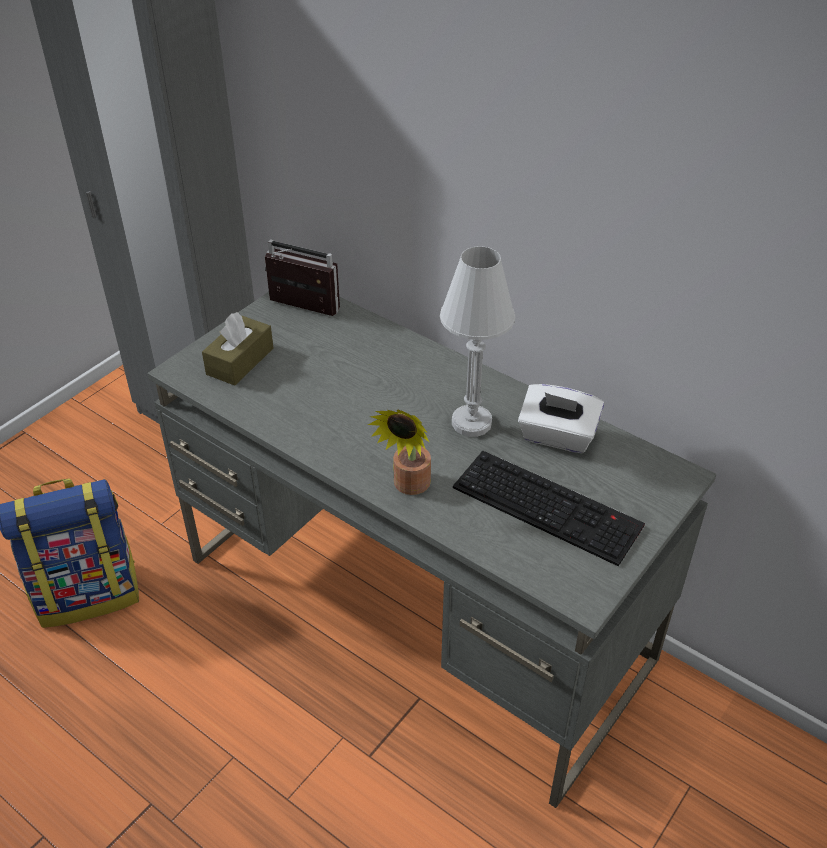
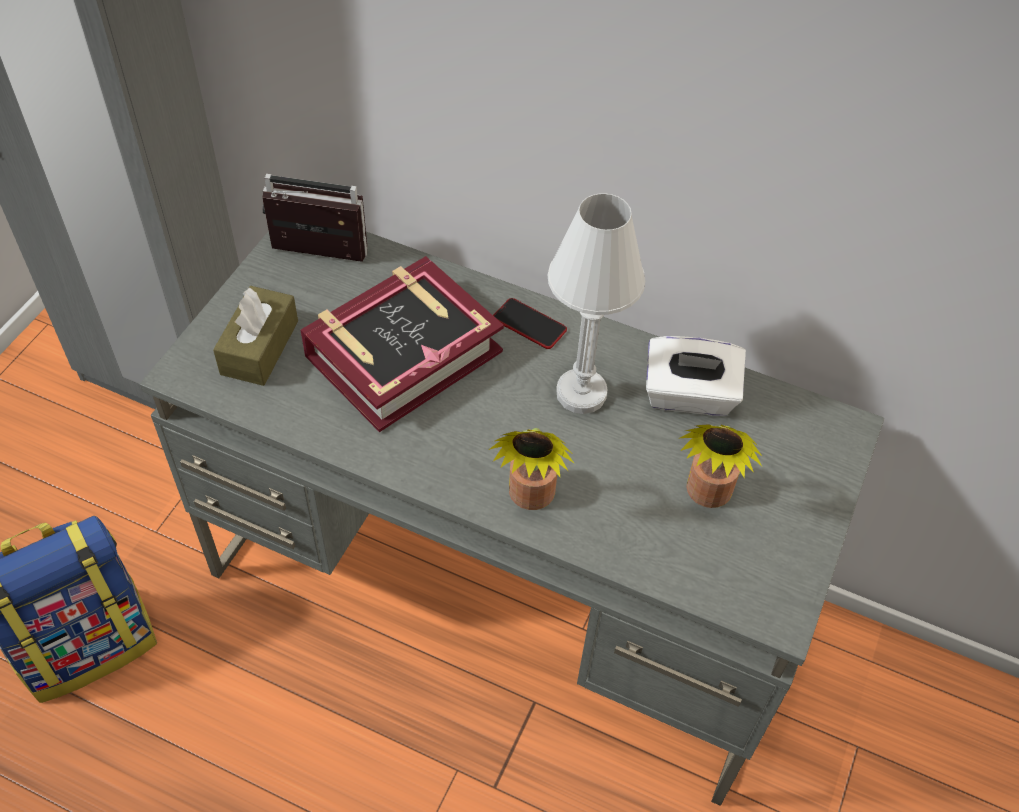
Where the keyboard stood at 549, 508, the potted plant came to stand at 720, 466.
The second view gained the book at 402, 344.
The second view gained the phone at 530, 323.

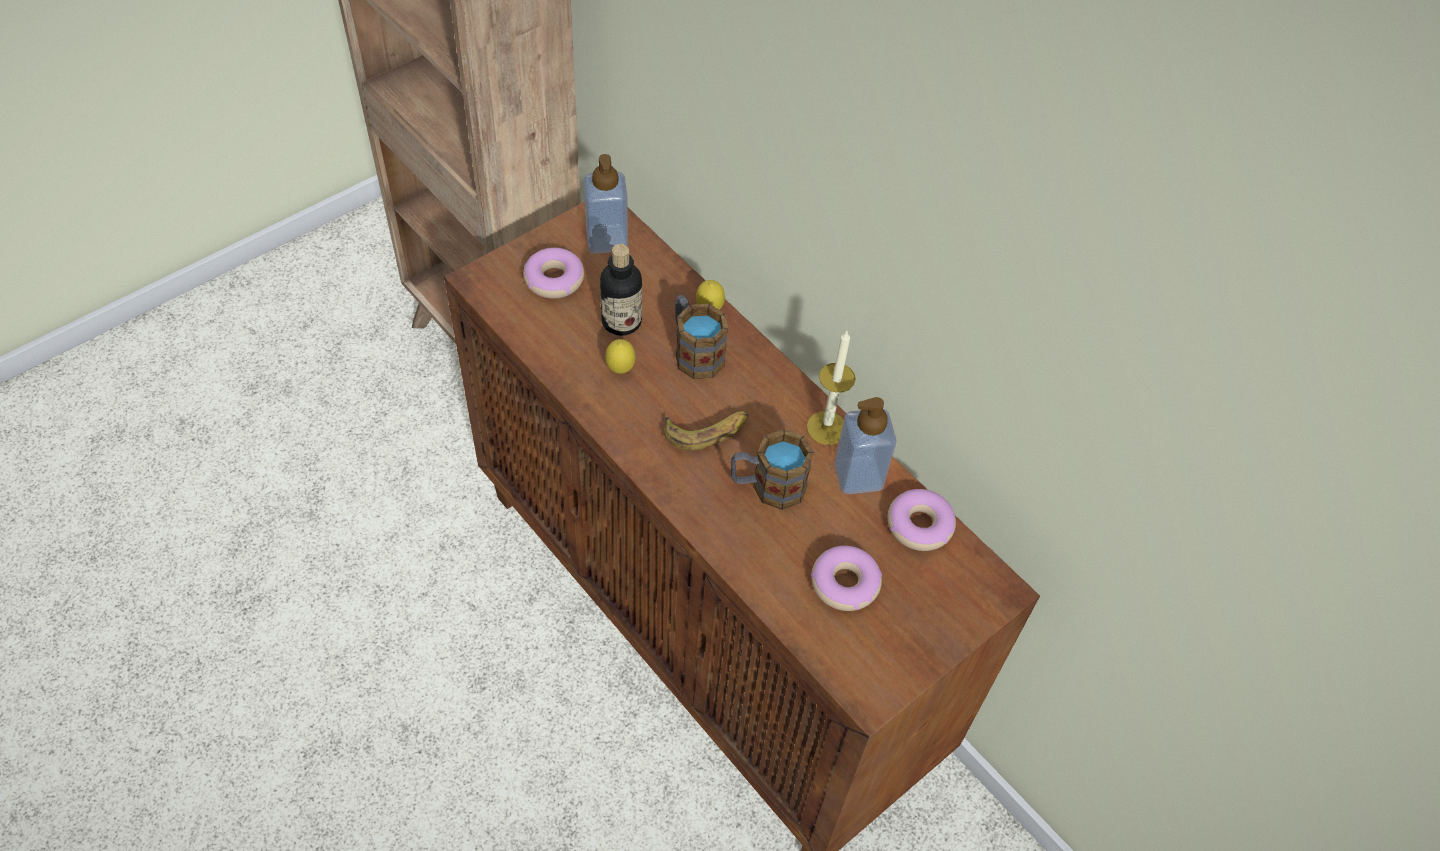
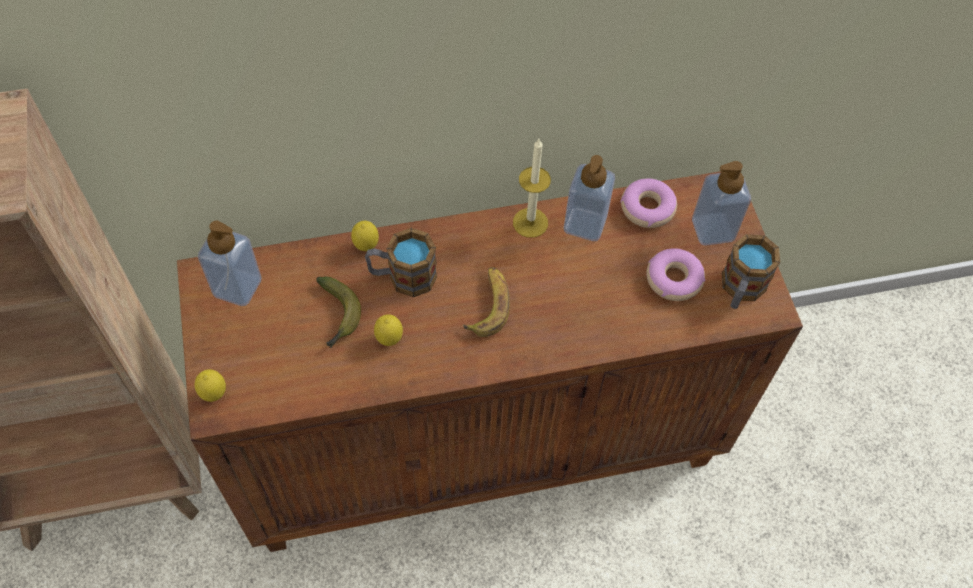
Where the bottle stood at 621, 290, the banana came to stand at 338, 312.
The second view lost the donut at 553, 273.
The mug ended up elsewhere, having gone from 772, 469 to 751, 271.
The second view gained the soap dispenser at 721, 203.
The second view gained the lemon at 210, 385.

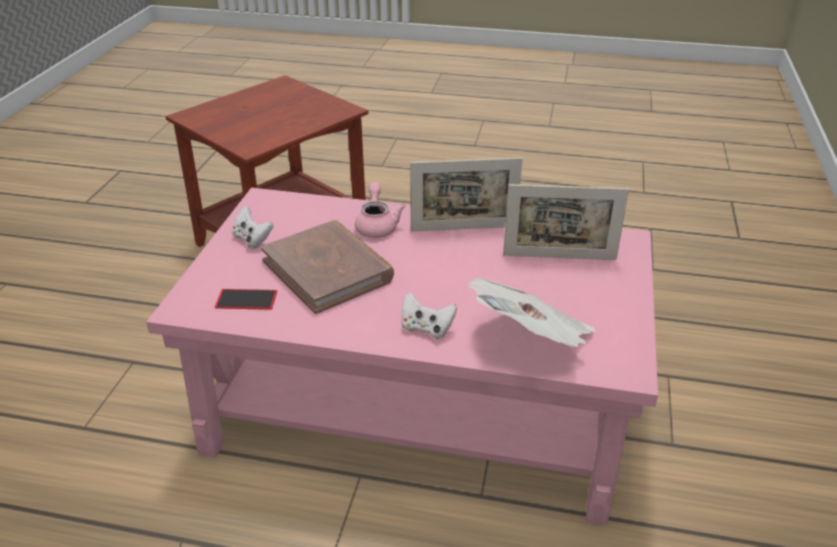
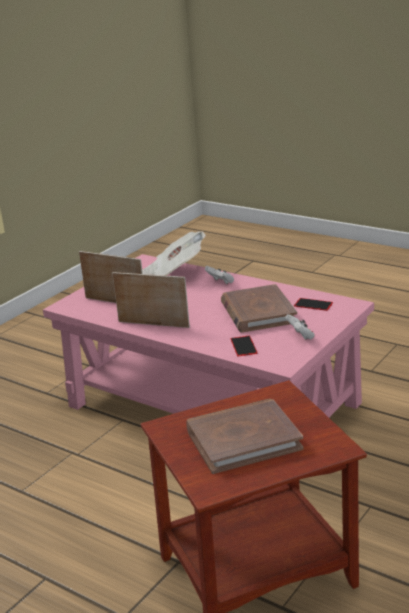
The second view lost the pink teapot at 380, 210.
The second view gained the phone at 244, 346.
The second view gained the brown book at 244, 436.

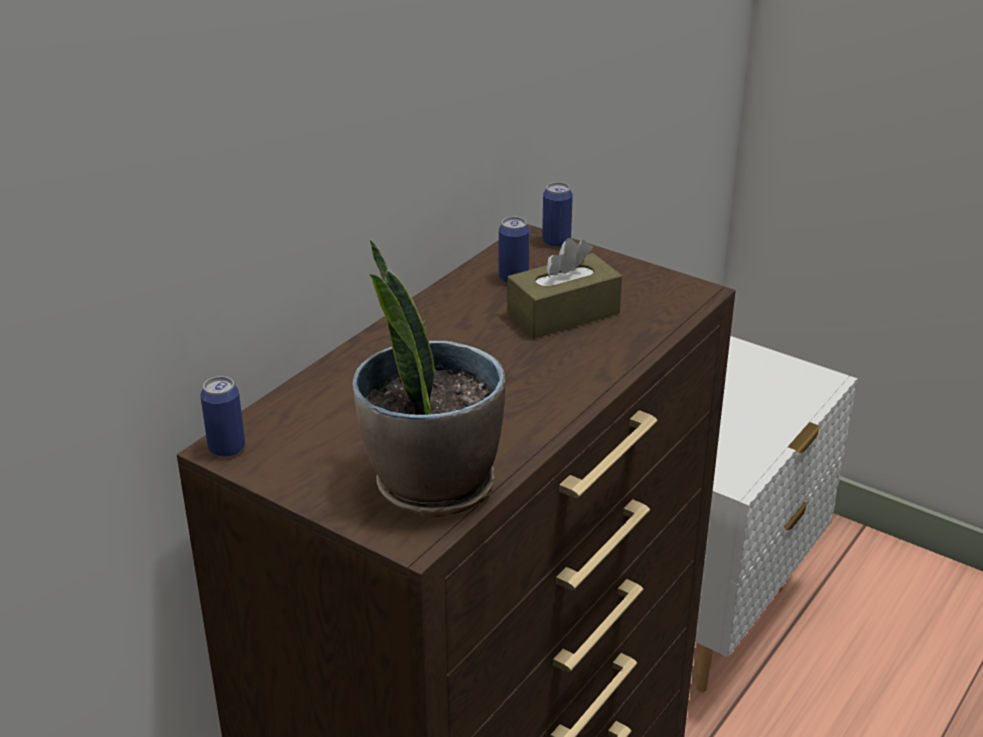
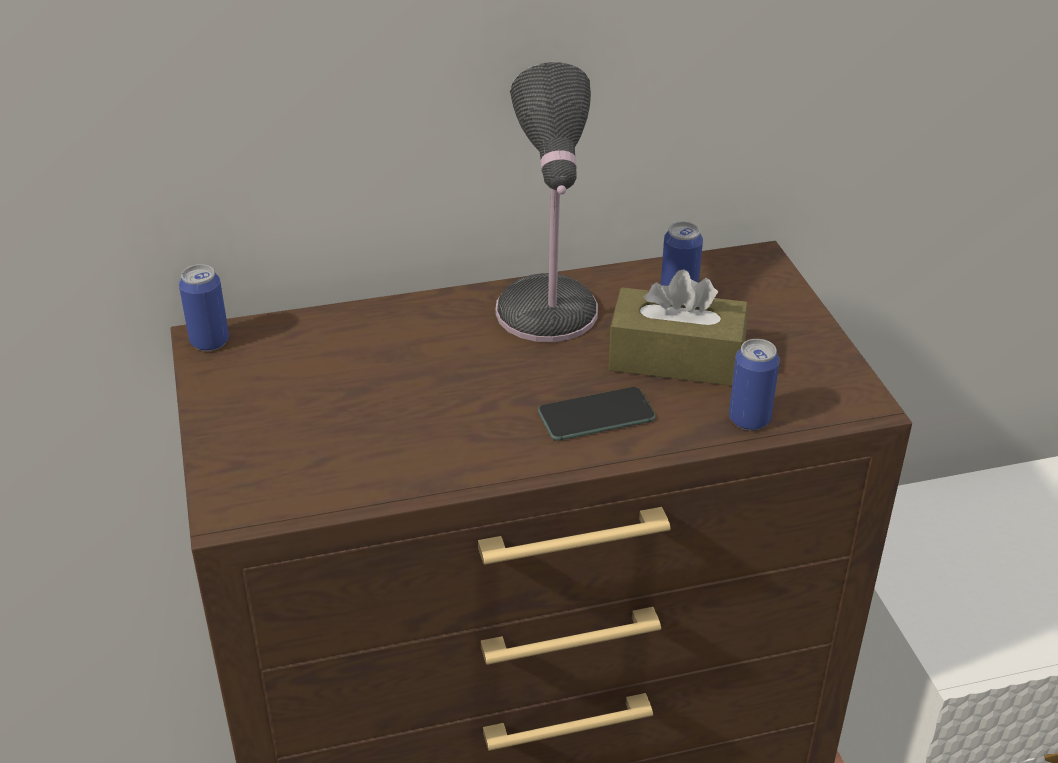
The can ended up elsewhere, having gone from 557, 214 to 754, 384.
The second view lost the potted plant at 429, 378.
The second view gained the table lamp at 546, 202.
The second view gained the phone at 597, 414.

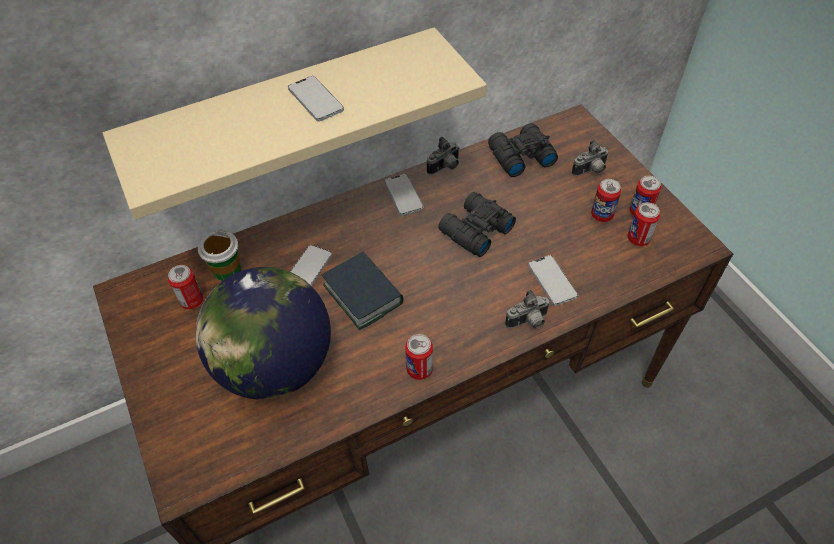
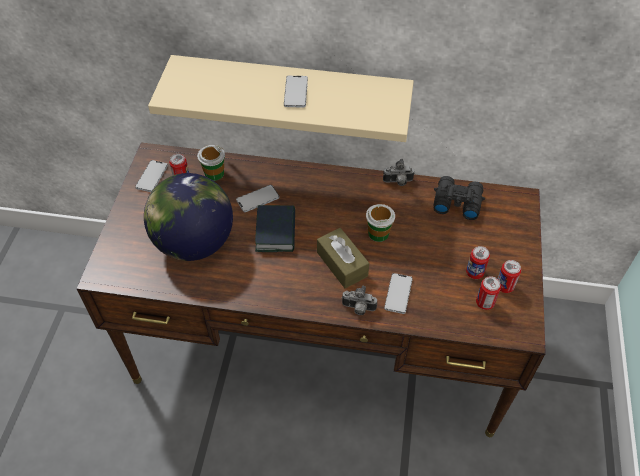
The second view lost the photo camera at 590, 158.
The phone ended up elsewhere, having gone from 403, 195 to 151, 176.
Where the black binoculars stood at 477, 224, the cup came to stand at 380, 223.
The second view lost the can at 419, 357.
The second view gained the brown tissue box at 343, 258.

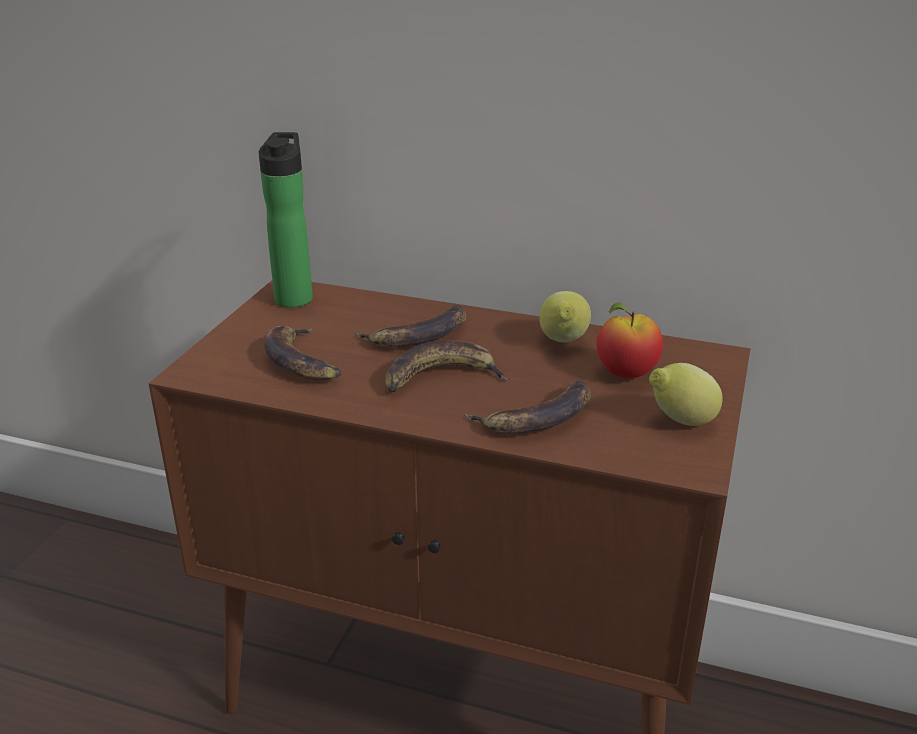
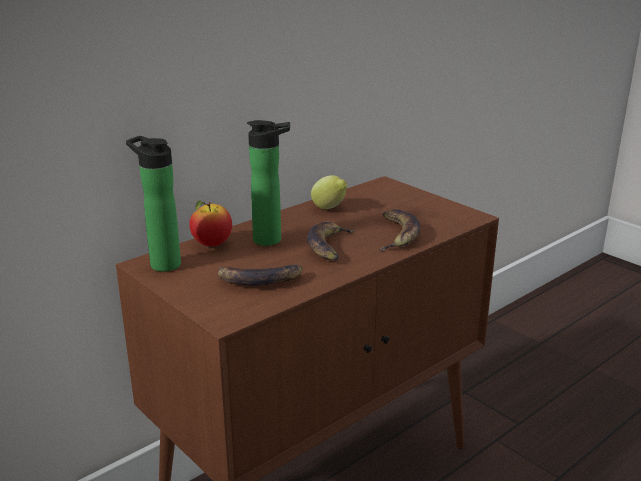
The apple ended up elsewhere, having gone from 629, 340 to 210, 223.
Where the banana stood at 411, 326, the bottle came to stand at 268, 183.
The second view lost the lemon at 686, 394.

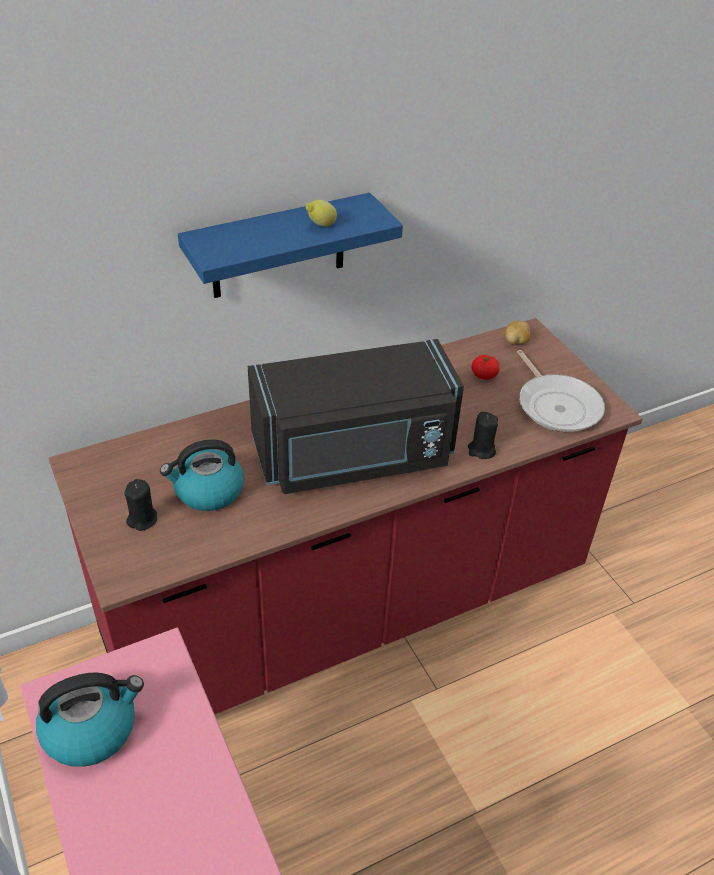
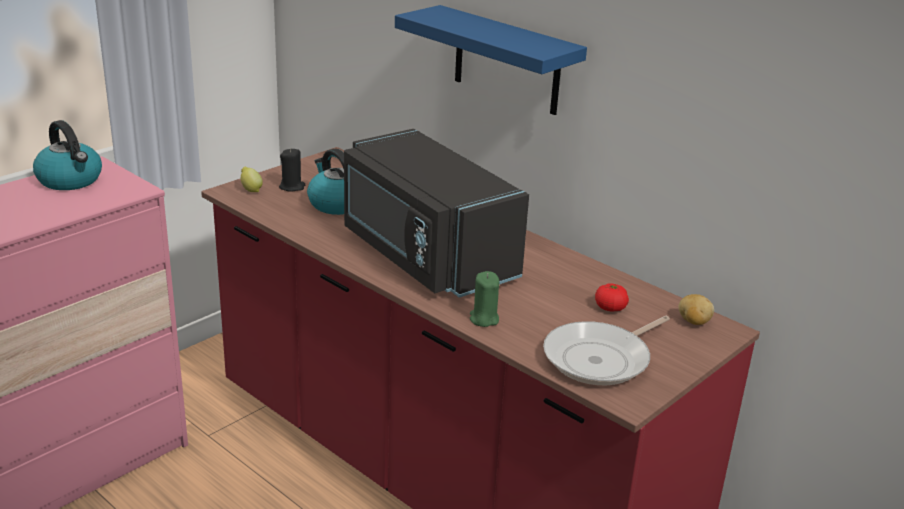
The lemon ended up elsewhere, having gone from 321, 213 to 252, 179.
What was the black candle at 483, 435 turned into the green candle at 485, 299.

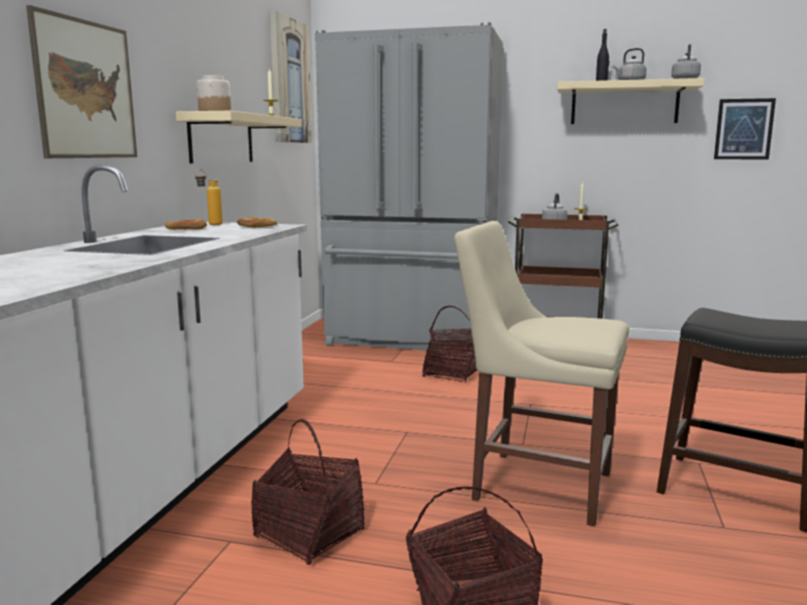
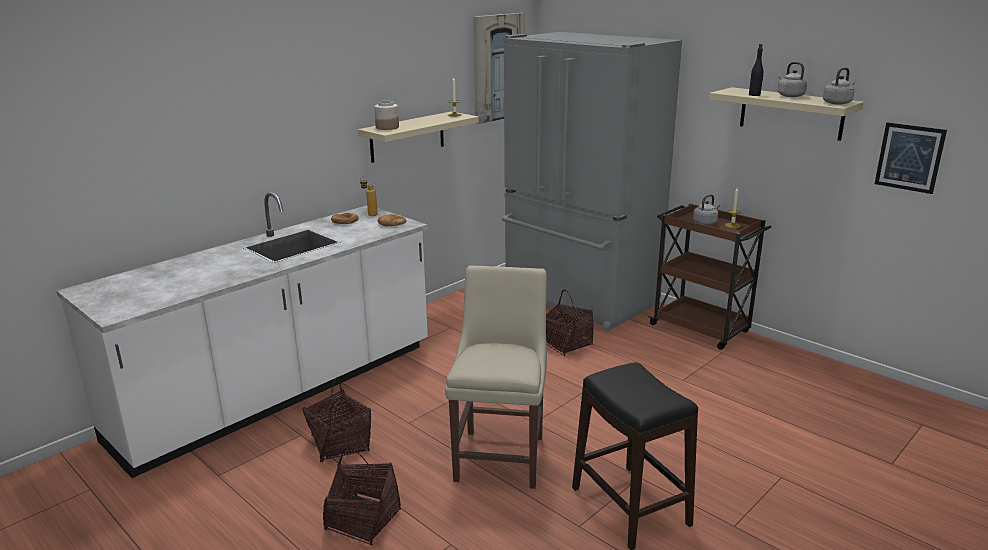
The second view lost the picture at 81, 81.
The beige chair at 541, 373 ended up facing another way, 45 degrees clockwise from before.

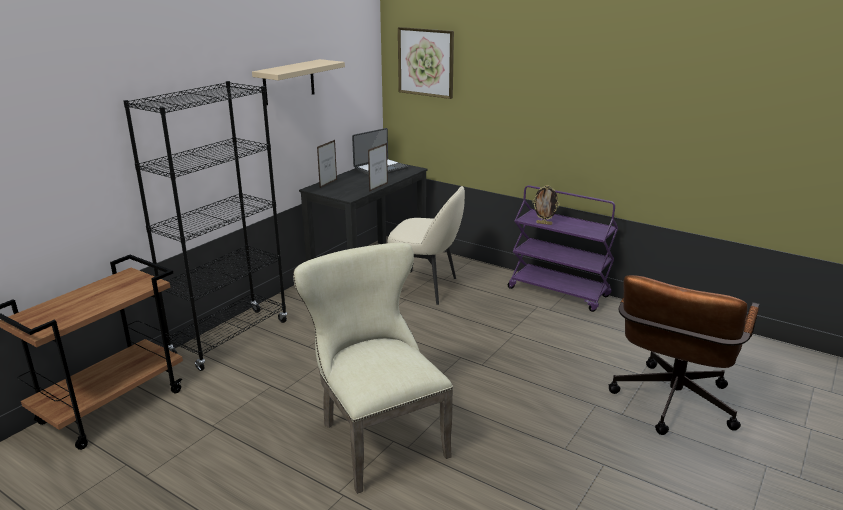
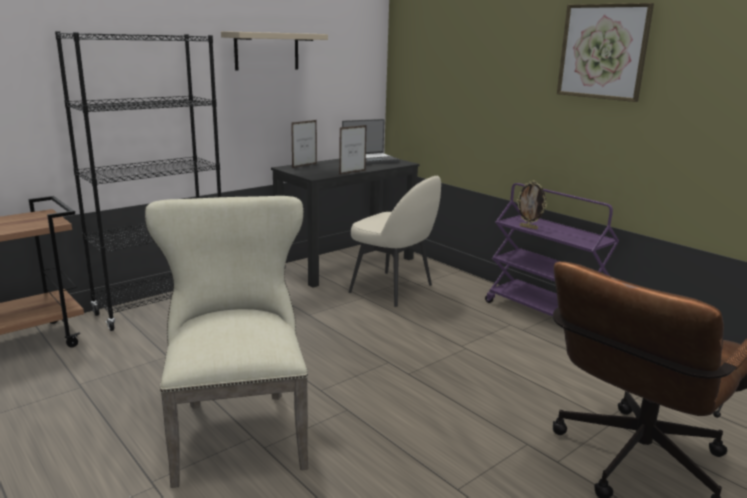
The picture ended up elsewhere, having gone from 426, 63 to 605, 52.

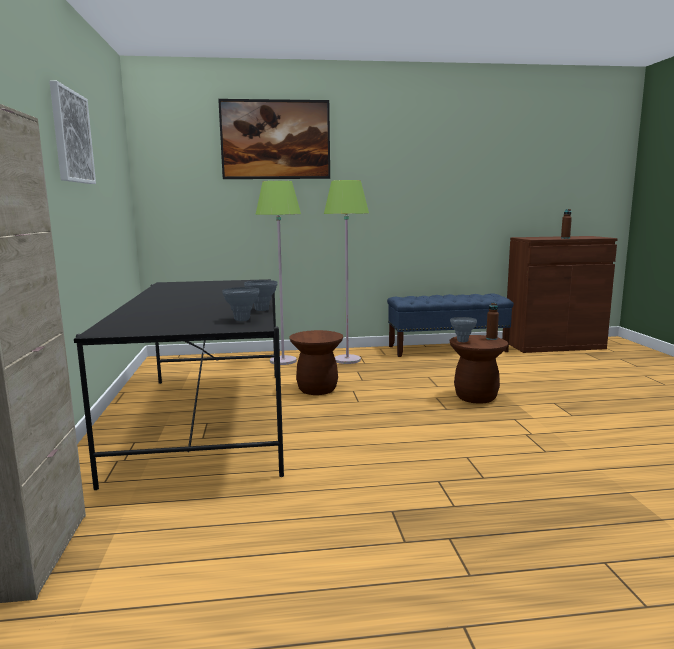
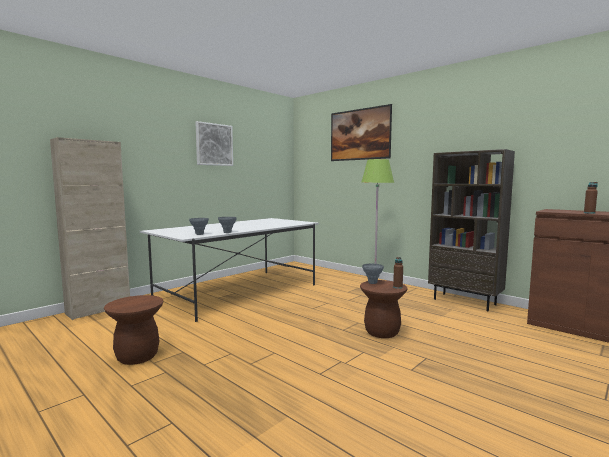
The second view lost the green floor lamp at 278, 273.
What was the black dining table at 179, 384 turned into the white dining table at 229, 270.
Where the blue bench stood at 450, 325, the brown bookcase came to stand at 471, 230.
The brown stool ended up elsewhere, having gone from 316, 362 to 133, 330.

